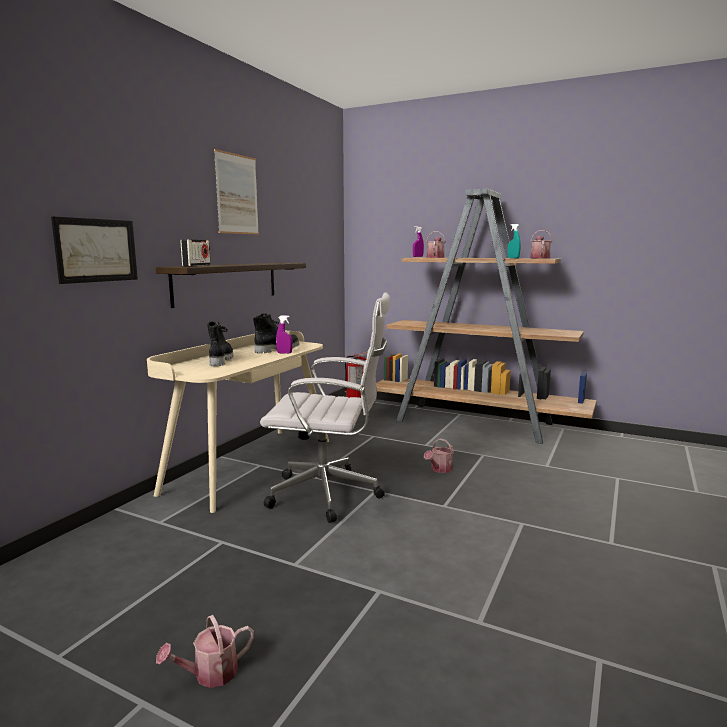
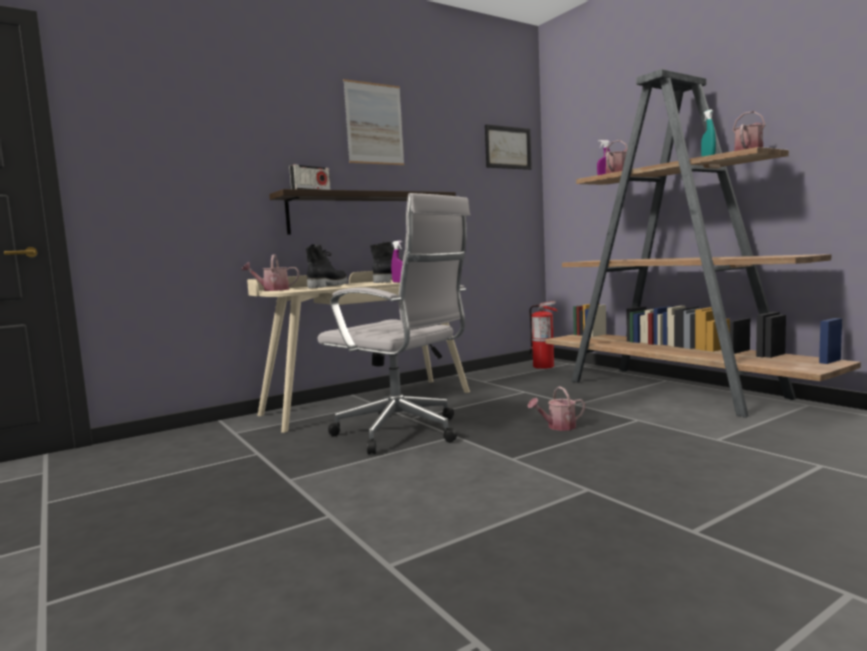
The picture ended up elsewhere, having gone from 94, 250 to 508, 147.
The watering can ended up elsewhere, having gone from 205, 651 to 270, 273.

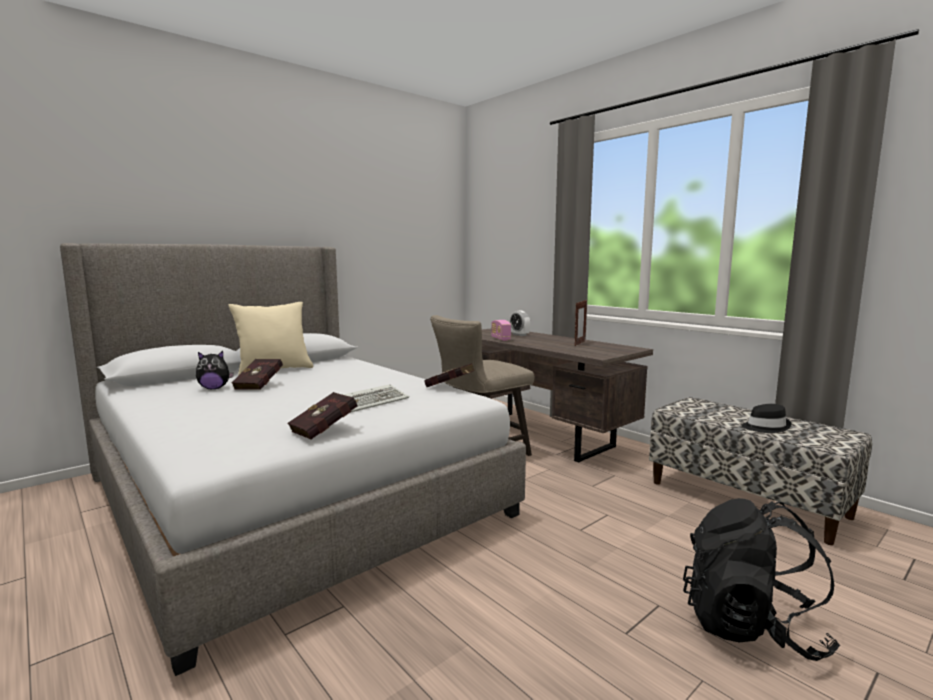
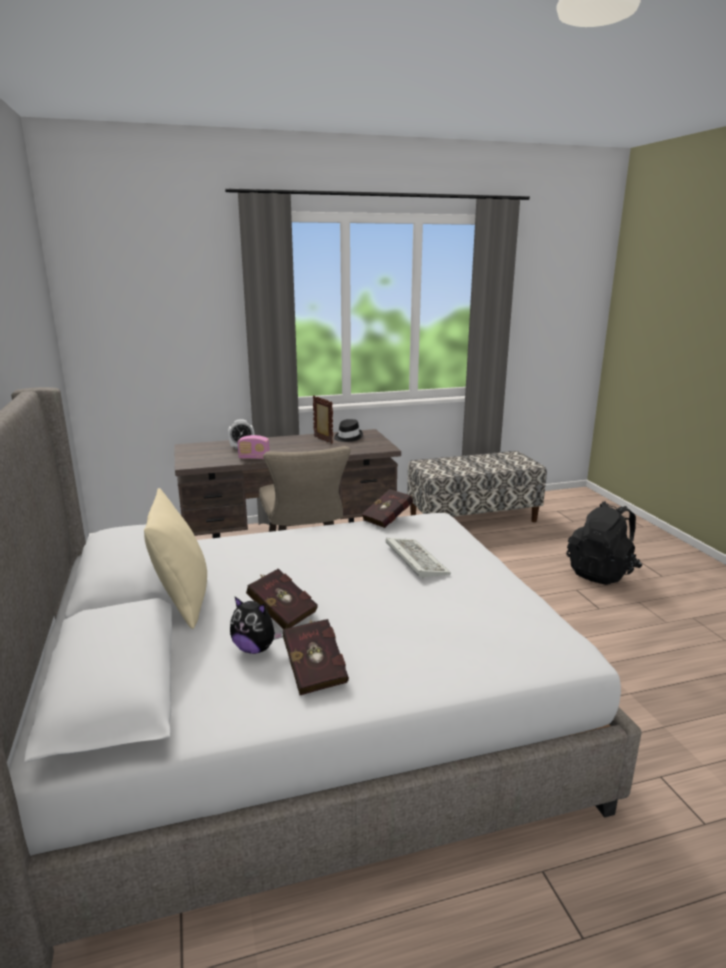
The plush toy at 215, 370 ended up facing another way, 105 degrees clockwise from before.
The red book ended up elsewhere, having gone from 323, 415 to 316, 657.
The black hat ended up elsewhere, having gone from 767, 418 to 348, 430.

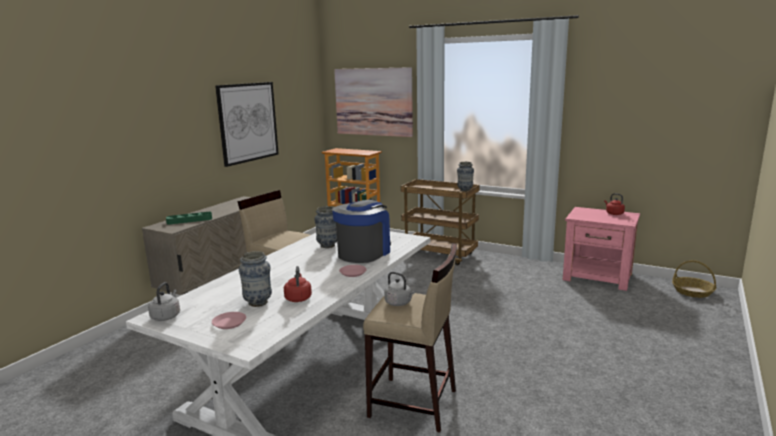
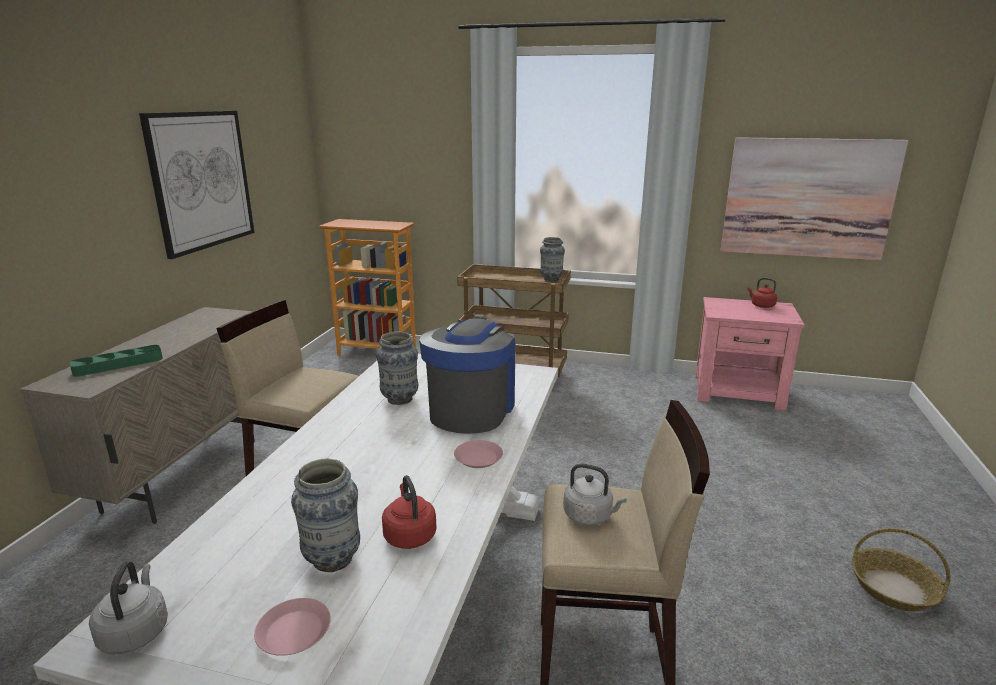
The picture ended up elsewhere, having gone from 373, 102 to 814, 198.
The basket ended up elsewhere, having gone from 694, 279 to 901, 569.

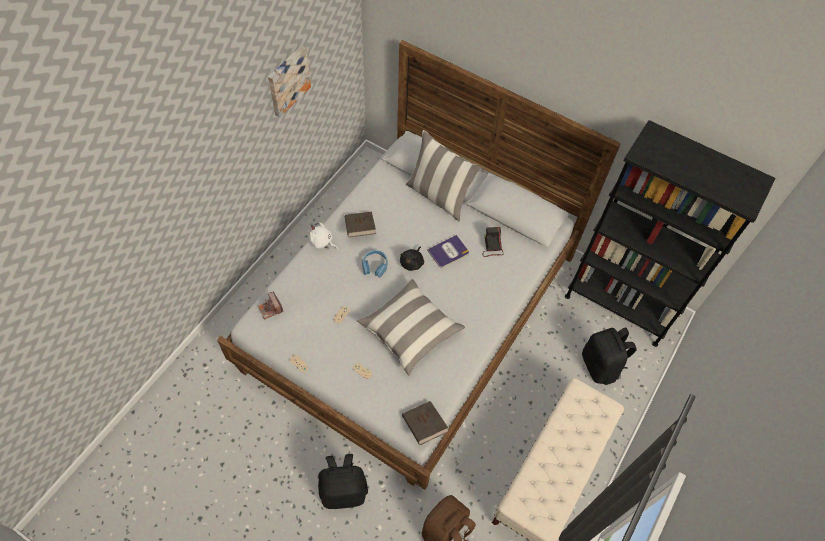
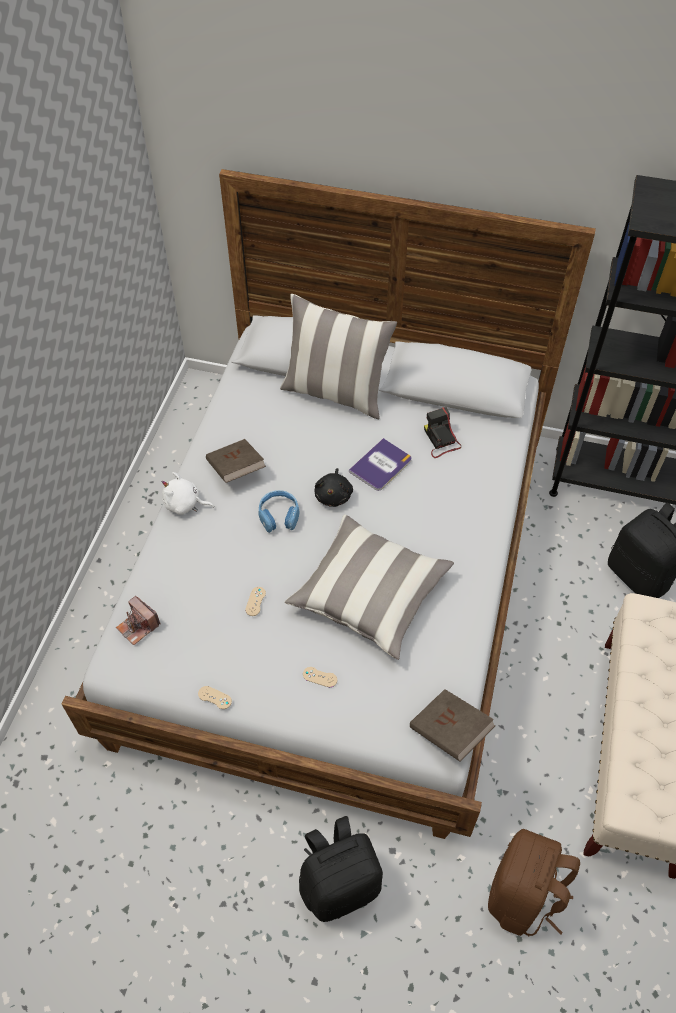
The second view lost the picture at 289, 81.

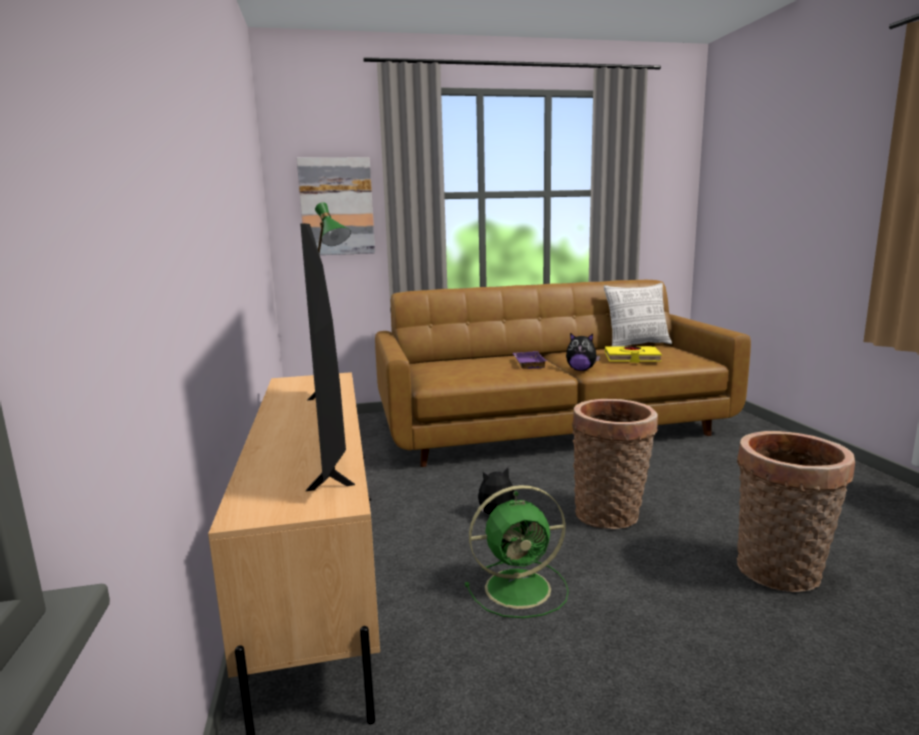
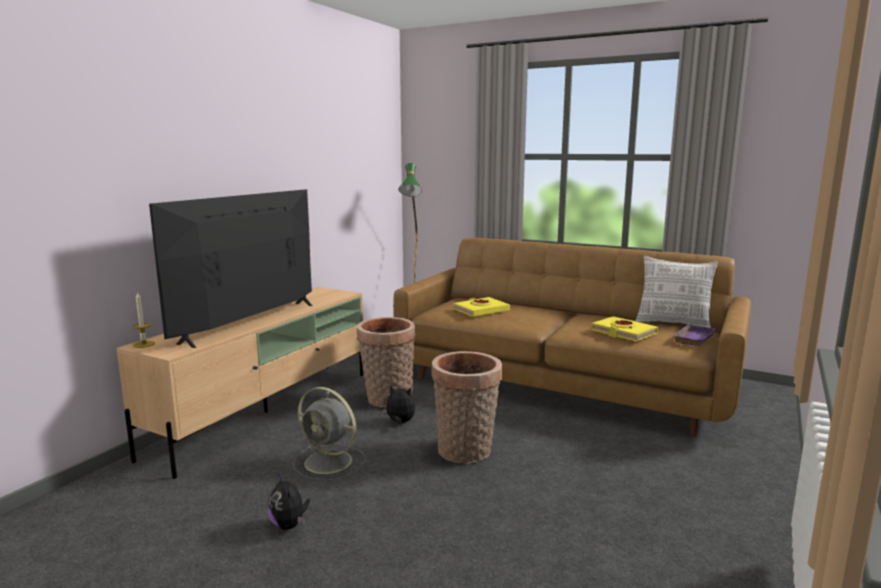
The second view lost the picture at 336, 206.
The plush toy ended up elsewhere, having gone from 583, 352 to 288, 501.
The purple tray ended up elsewhere, having gone from 530, 360 to 694, 335.
The basket ended up elsewhere, having gone from 796, 511 to 386, 362.
What was the green fan at 517, 551 turned into the grey fan at 329, 434.
The second view gained the candle at 143, 320.
The second view gained the yellow book at 482, 307.

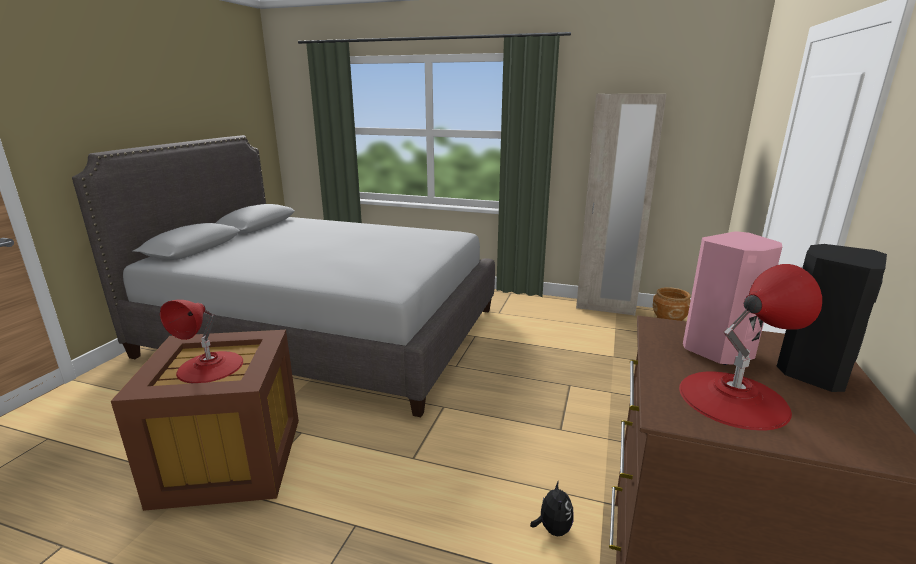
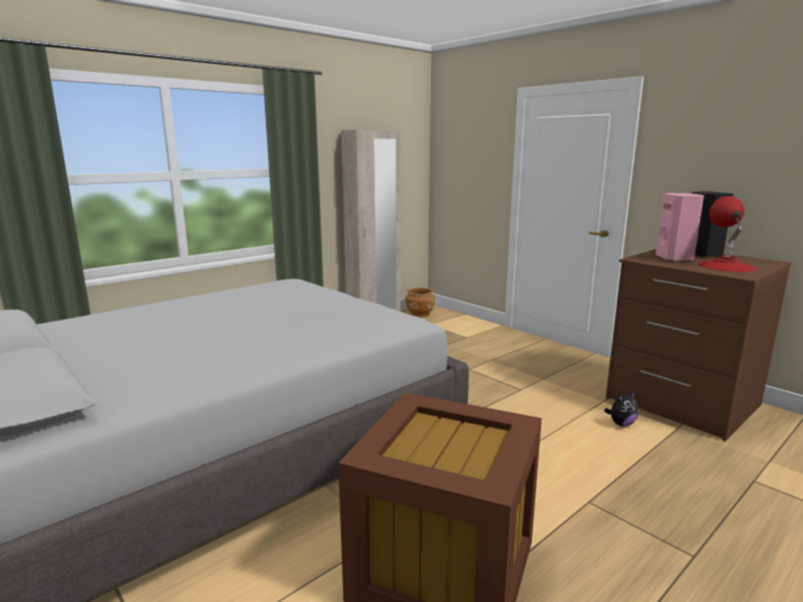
The second view lost the red table lamp at 201, 341.
The plush toy at 552, 508 ended up facing another way, 120 degrees clockwise from before.

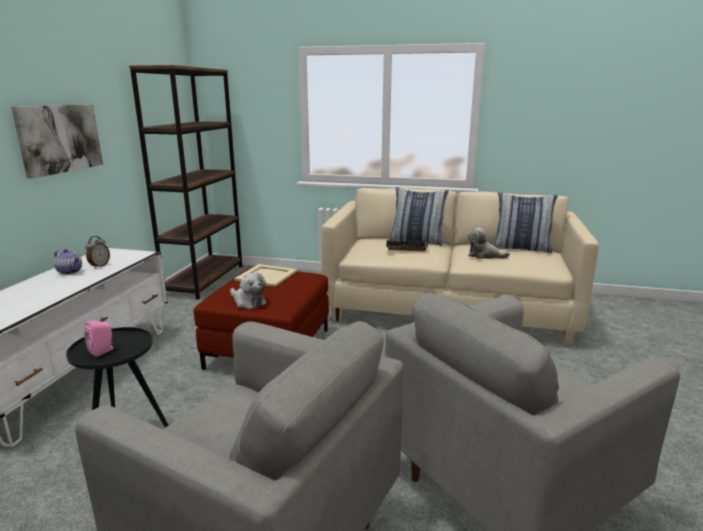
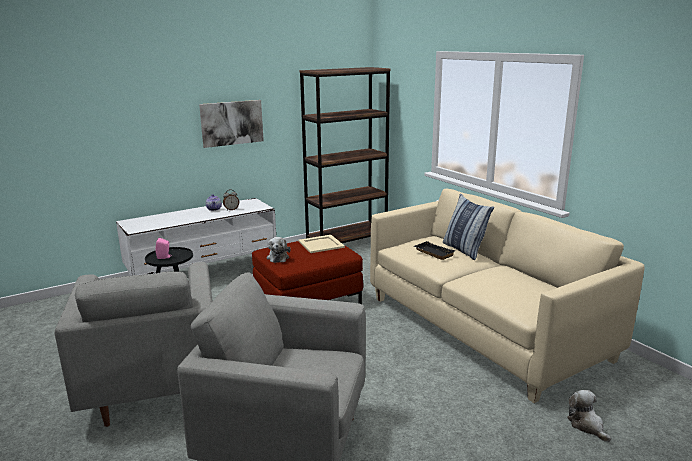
The second view lost the pillow at 525, 222.
The plush toy ended up elsewhere, having gone from 489, 243 to 589, 416.

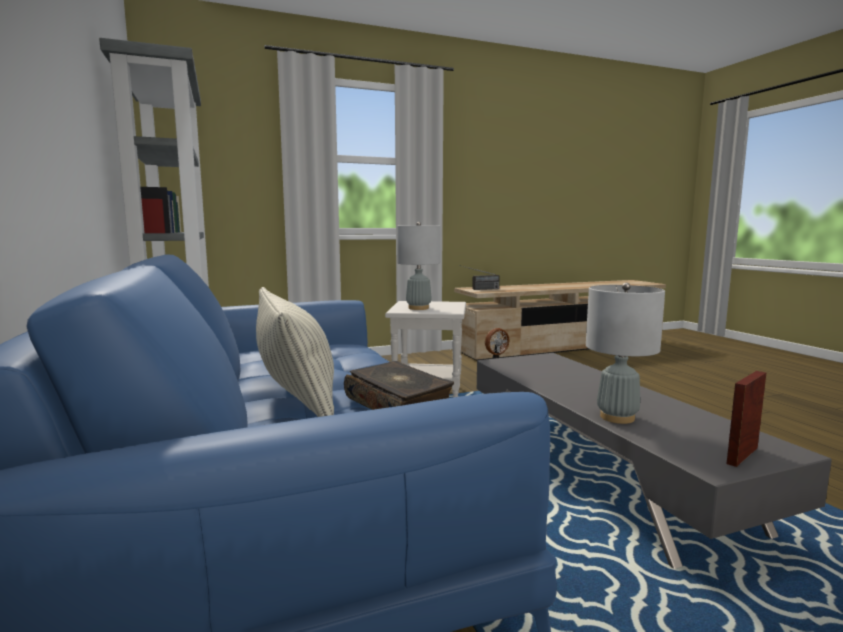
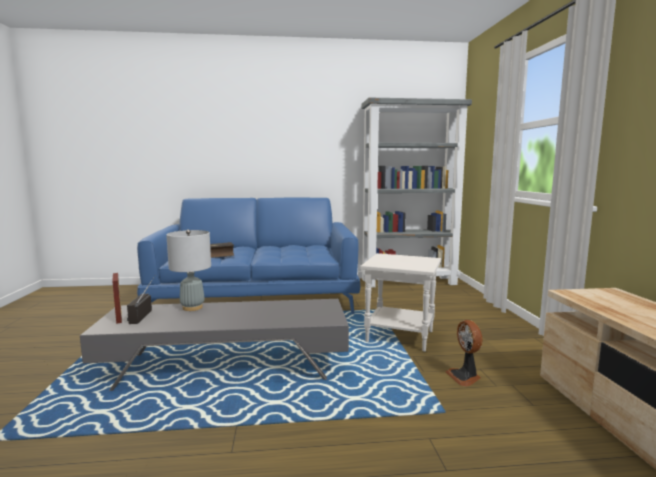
The second view lost the grey table lamp at 419, 266.
The radio ended up elsewhere, having gone from 481, 278 to 141, 299.
The second view lost the pillow at 295, 352.

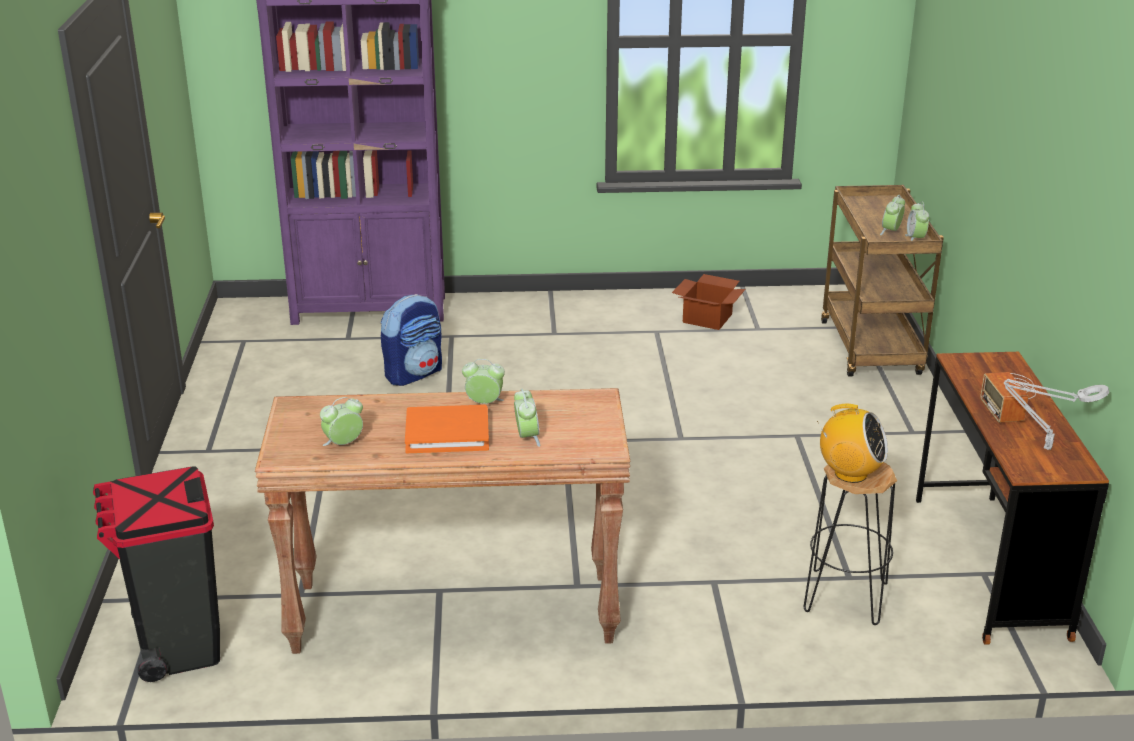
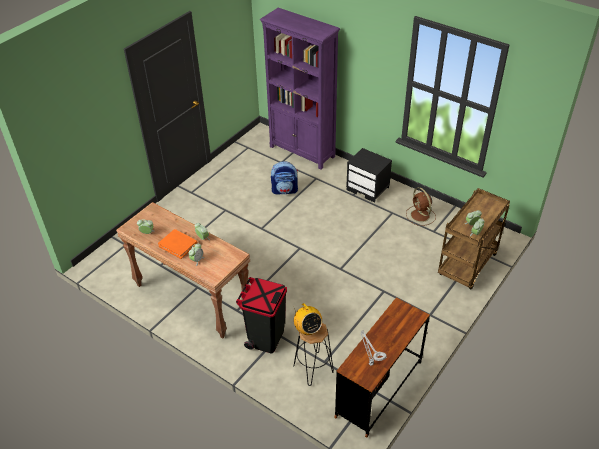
Where the cardboard box stood at 708, 302, the brown fan came to stand at 421, 206.
The second view lost the radio at 1008, 397.
The black trash can ended up elsewhere, having gone from 156, 574 to 261, 315.
The second view gained the black nightstand at 369, 175.

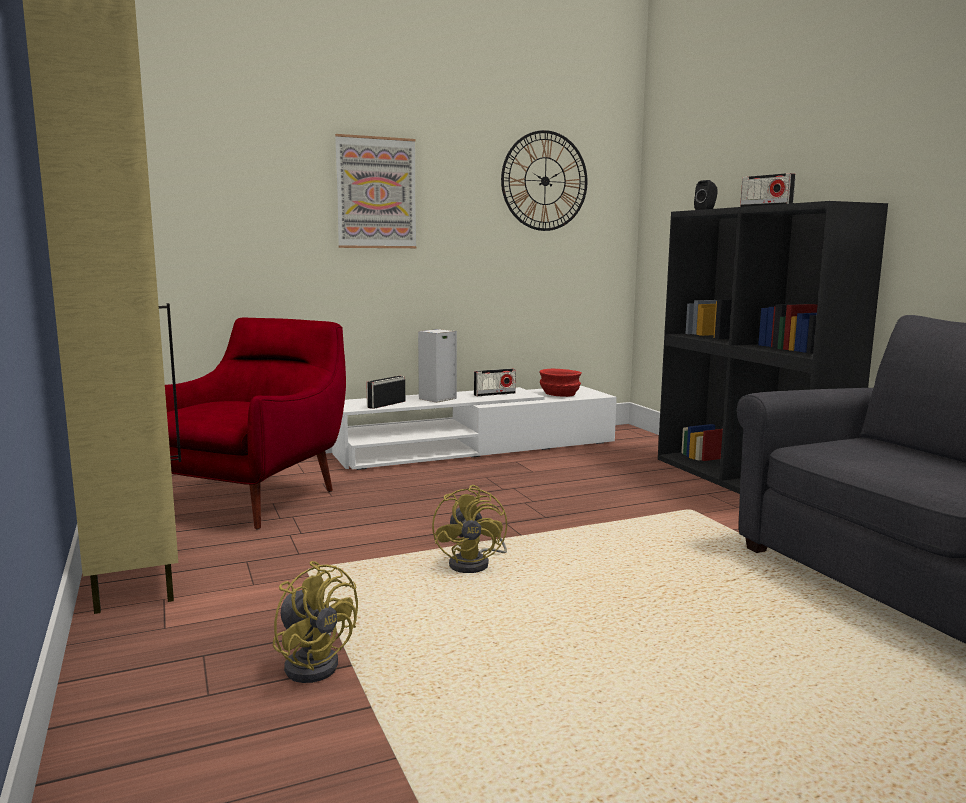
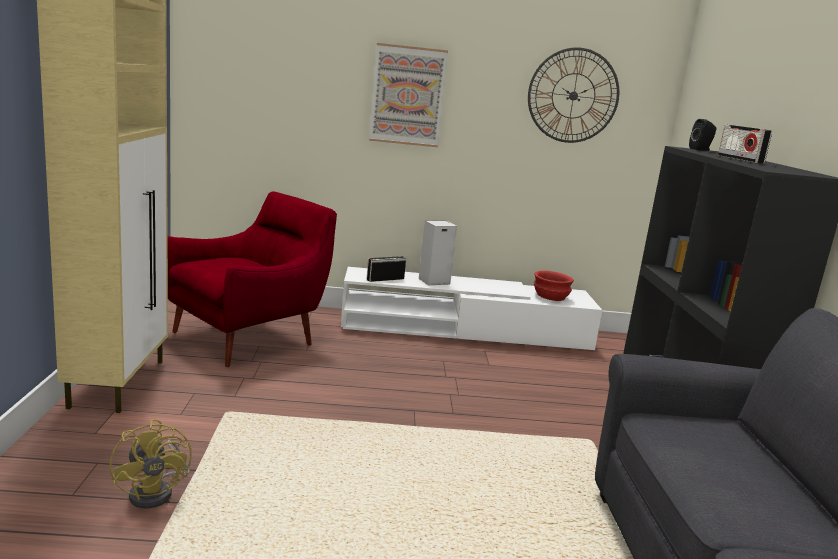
The second view lost the radio at 495, 382.
The second view lost the yellow fan at 469, 529.

